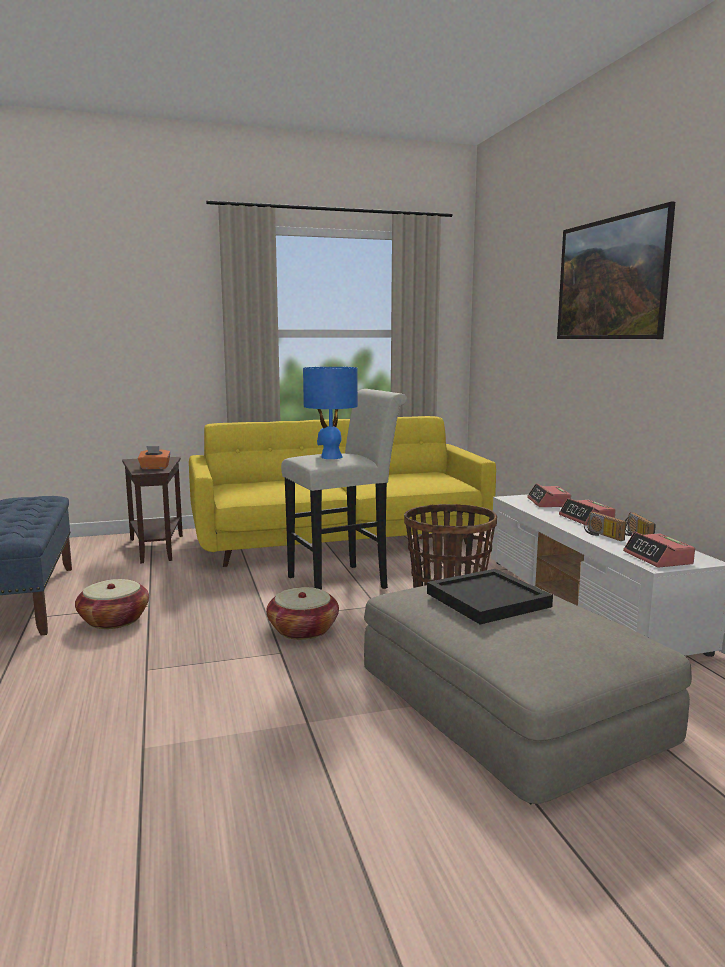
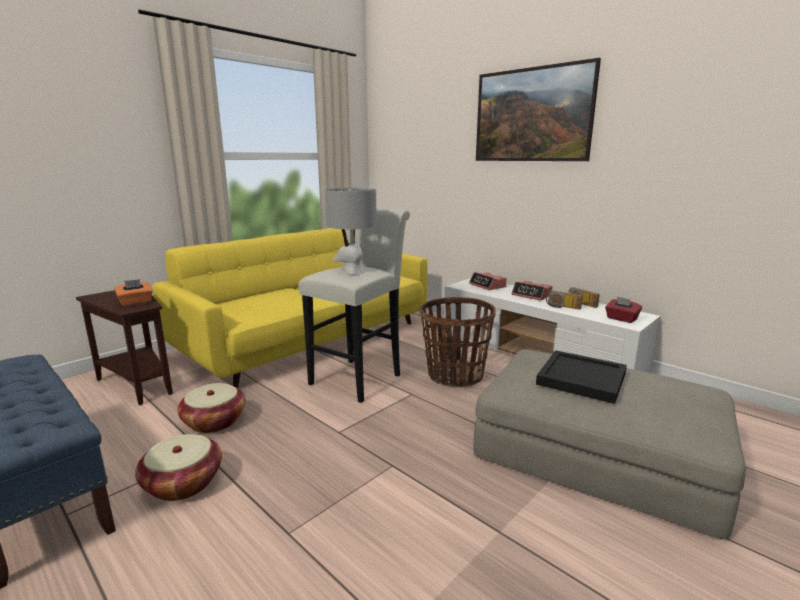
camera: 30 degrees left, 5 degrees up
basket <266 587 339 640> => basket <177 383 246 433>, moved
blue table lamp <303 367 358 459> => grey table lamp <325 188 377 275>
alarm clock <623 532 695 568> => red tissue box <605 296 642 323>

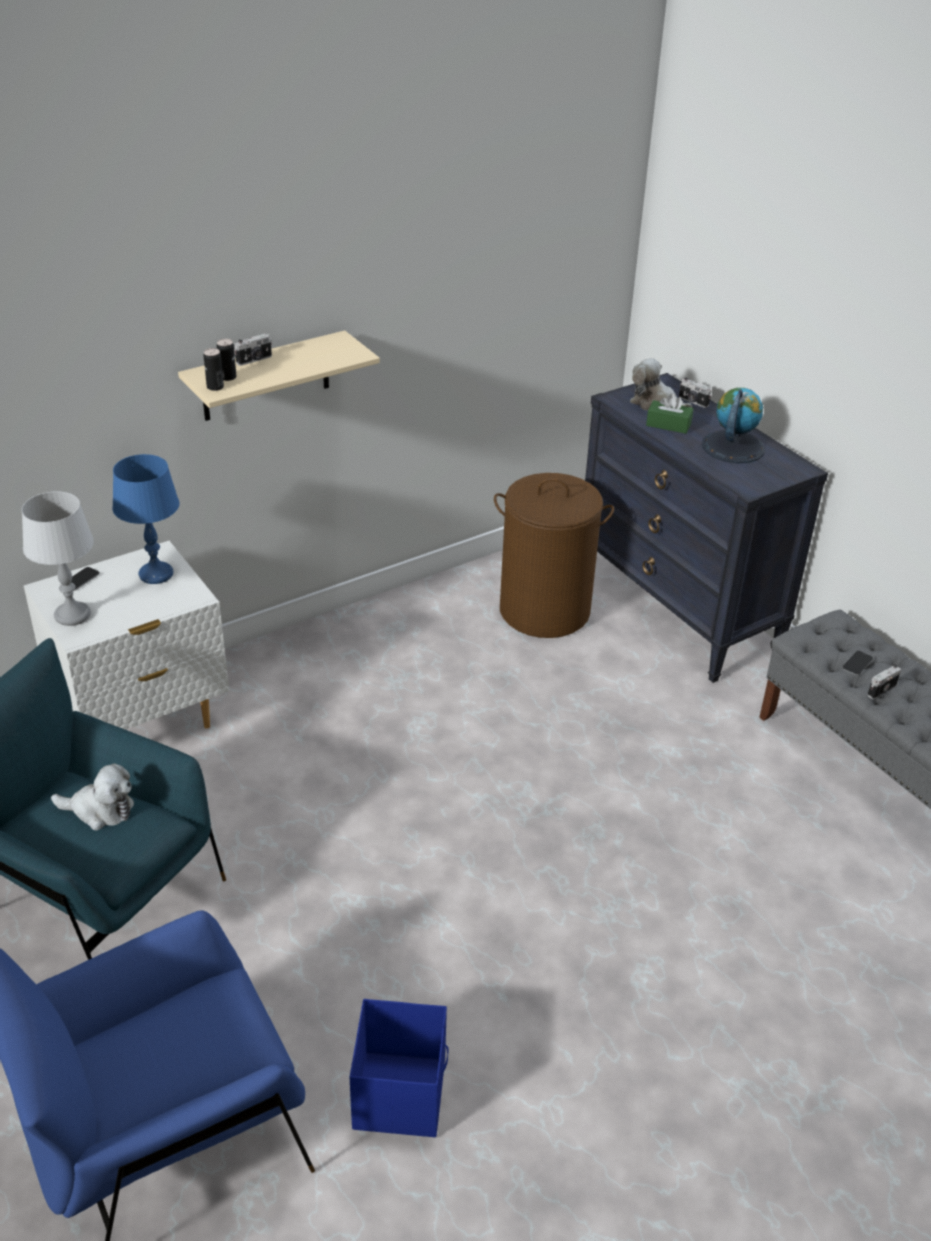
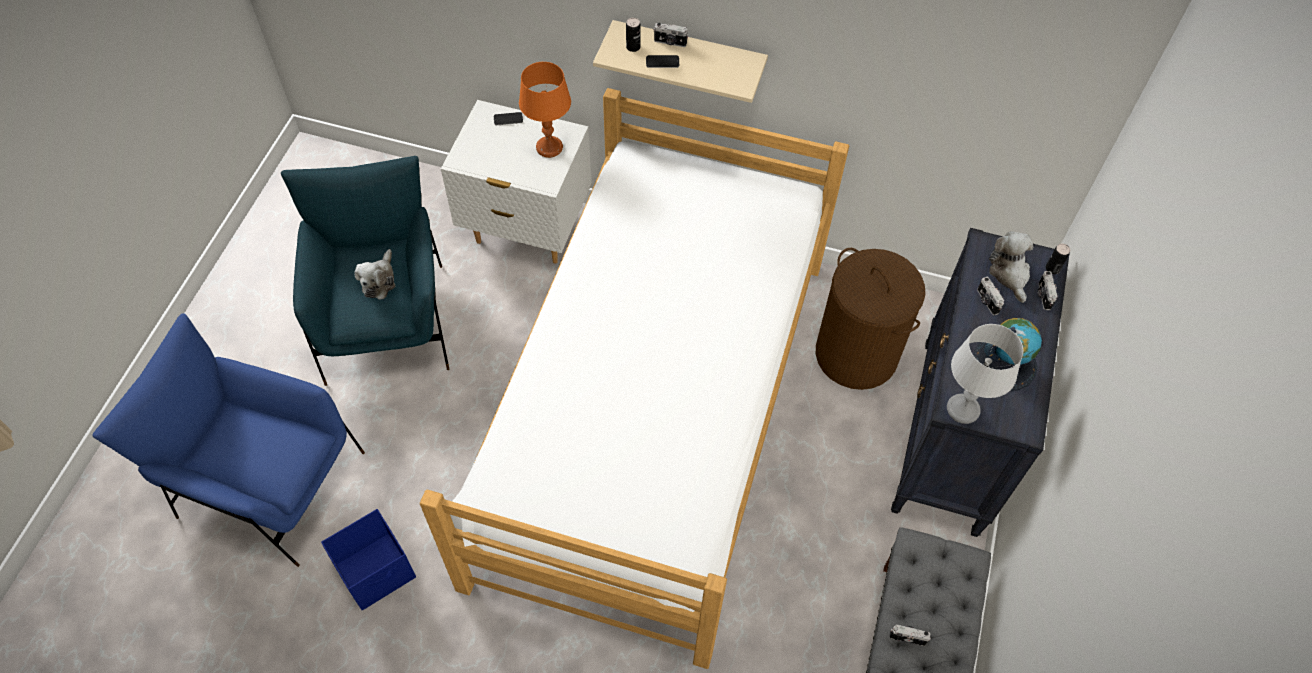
camera: 50 degrees right, 20 degrees up
grey table lamp <22 491 94 626> => grey table lamp <947 324 1023 424>, moved
plush toy <51 763 134 830> => plush toy <354 249 395 300>, 45 degrees clockwise
blue table lamp <112 454 179 584> => orange table lamp <519 62 571 158>
can <203 348 224 391> => can <1046 244 1070 274>, moved
green tissue box <646 394 694 434> => photo camera <977 277 1004 315>
phone <842 651 873 675> => phone <646 55 679 68>, moved
nothing => bed <420 88 850 669>

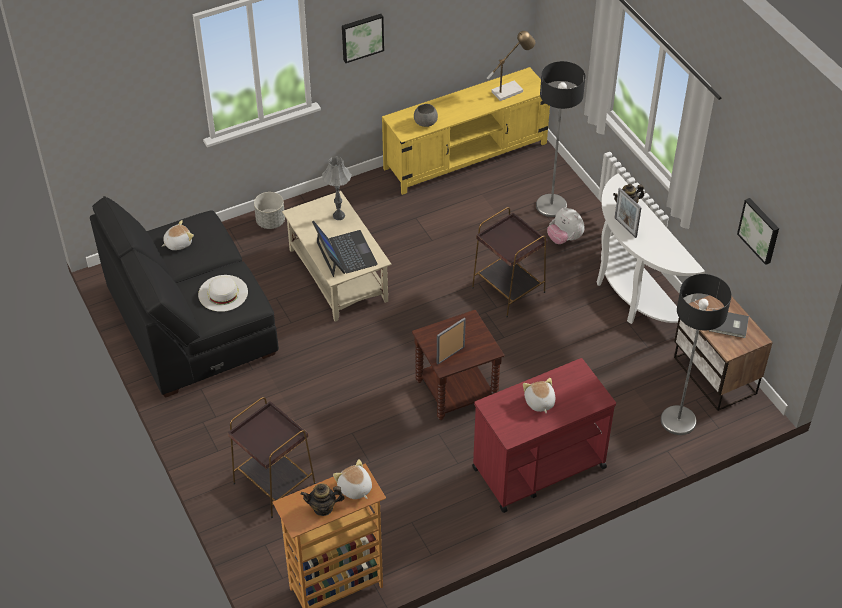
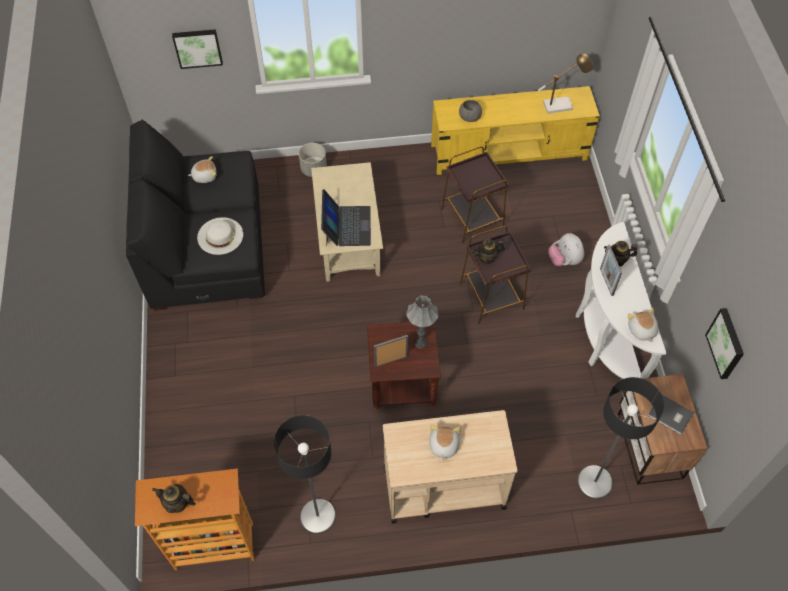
camera: 20 degrees right, 10 degrees up
brown side table <228 397 316 518> => brown side table <441 146 509 244>, moved
grey table lamp <322 156 352 220> => grey table lamp <406 295 438 349>, moved
plush toy <333 459 372 499> => plush toy <628 308 658 343>, moved
picture <342 14 384 63> => picture <172 29 223 69>, moved
red cart <472 358 616 513> => beige cart <383 410 518 524>
floor lamp <536 61 586 217> => floor lamp <274 415 336 534>, moved
nothing => teapot <473 239 505 265>

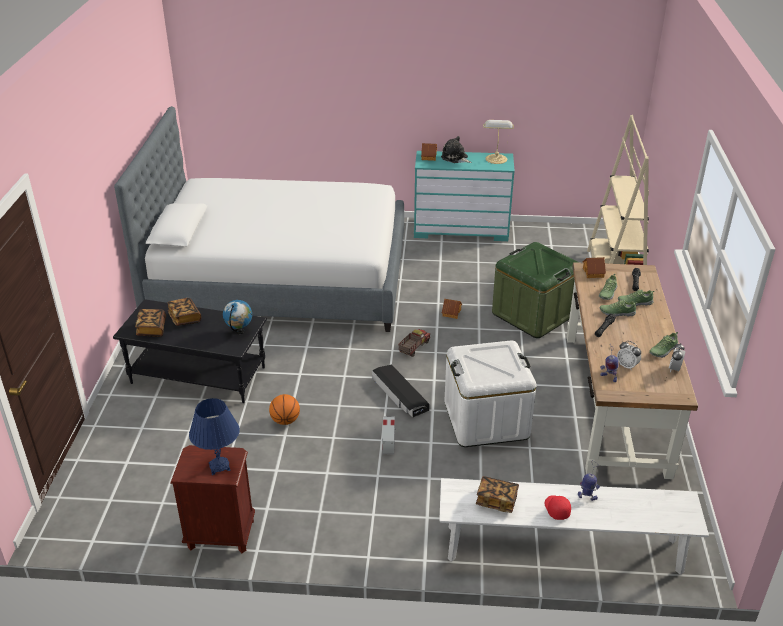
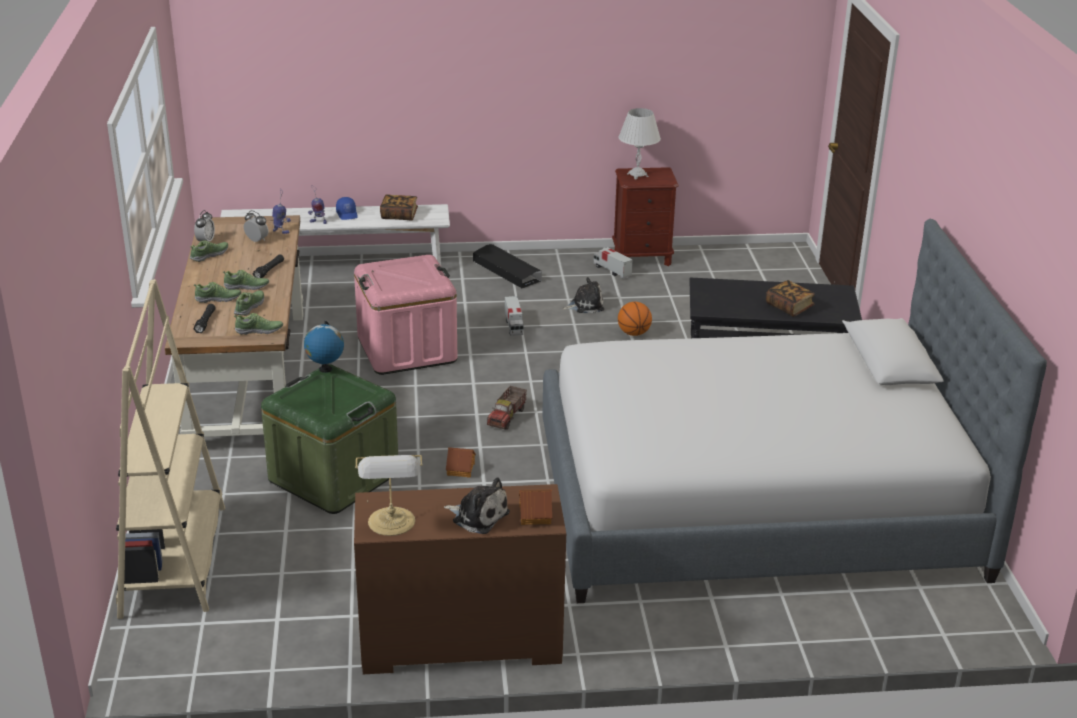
camera: 170 degrees right, 5 degrees down
book <135 309 166 337> => nothing
blue table lamp <189 398 240 475> => white table lamp <618 108 661 180>
globe <223 300 252 334> => globe <304 321 344 373>, moved
black storage box <372 364 429 418> => black storage box <473 244 542 288>, moved
turquoise dresser <414 151 515 241> => brown dresser <354 484 566 674>
white storage box <444 340 536 447> => pink storage box <354 255 458 375>
red cap <545 495 571 520> => blue cap <336 197 358 220>
toy house <582 257 606 278> => shoe <234 313 283 335>
nothing => plush toy <562 277 604 313>
nothing => toy truck <594 247 633 279>

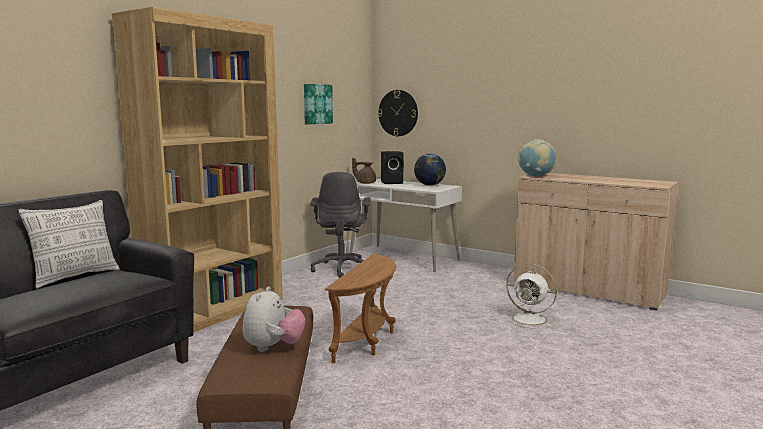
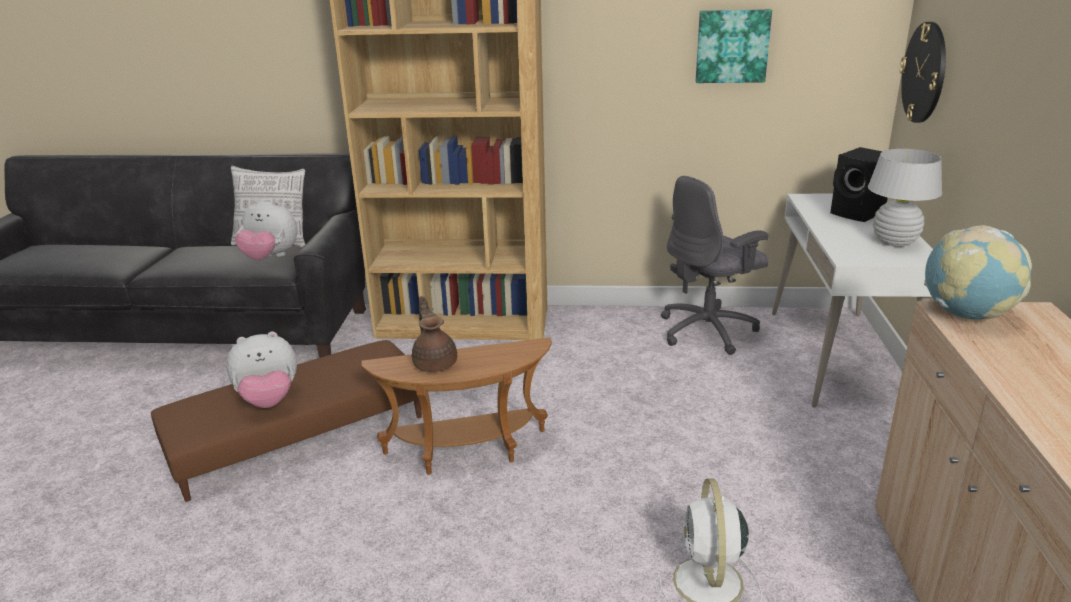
camera: 60 degrees right, 15 degrees up
brown teapot <352 157 376 184> => brown teapot <412 296 457 372>, moved
globe <414 154 446 186> => white table lamp <868 149 942 247>
nothing => plush toy <235 199 297 260>

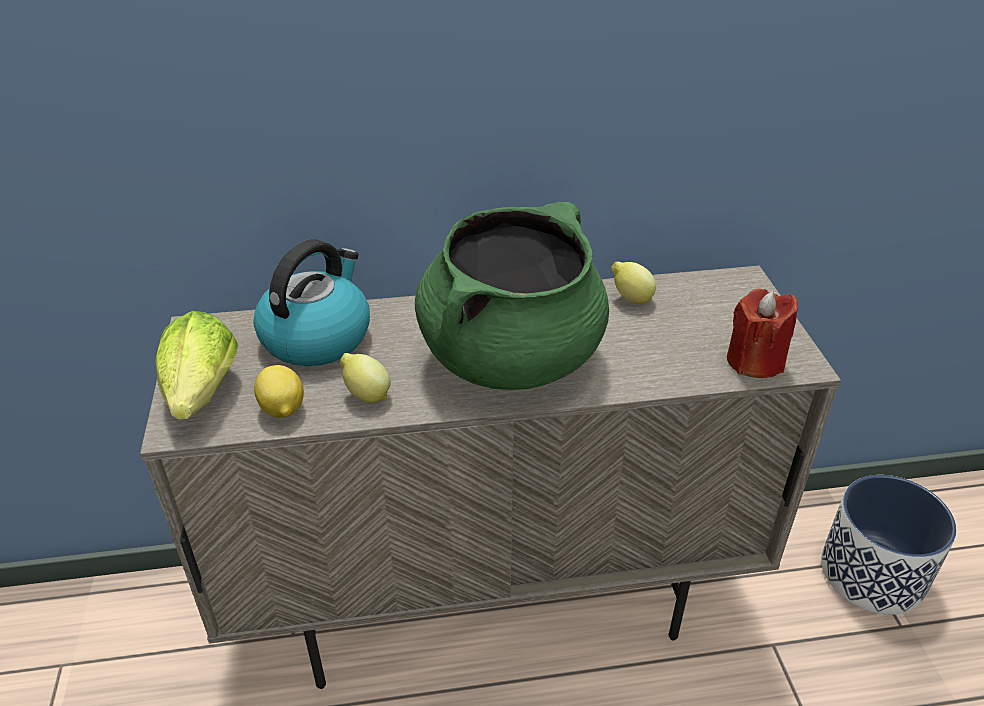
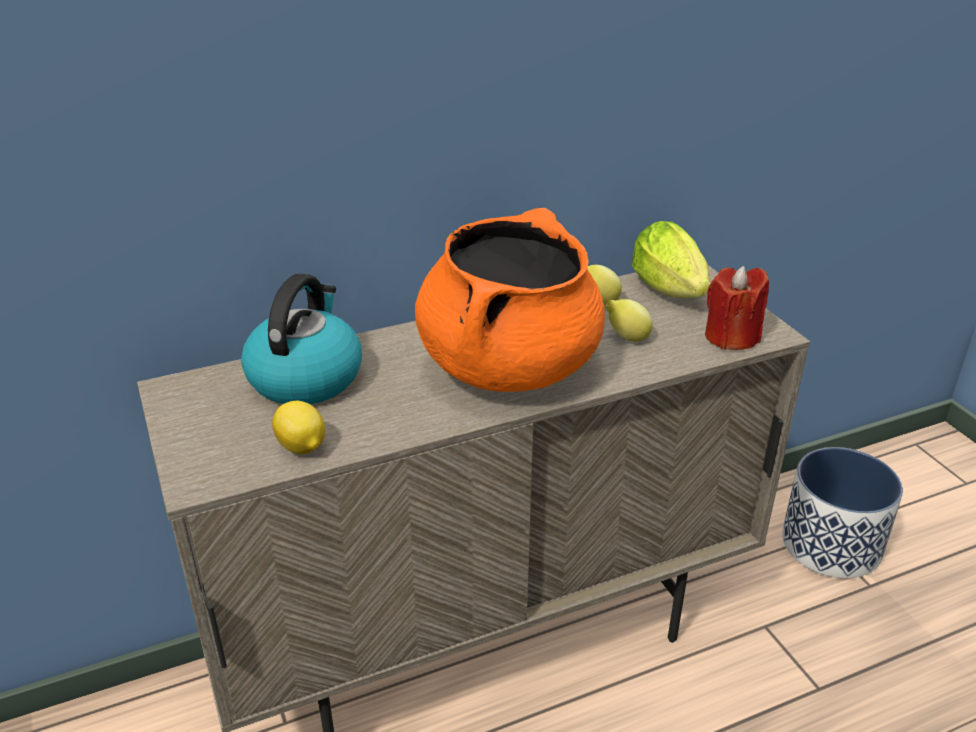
camera: 15 degrees left, 5 degrees down
lettuce <155 311 238 419> => lettuce <632 221 710 298>, moved
lemon <340 353 391 403> => lemon <605 299 653 342>, moved
green cooking pot <415 202 609 390> => orange cooking pot <415 208 605 392>

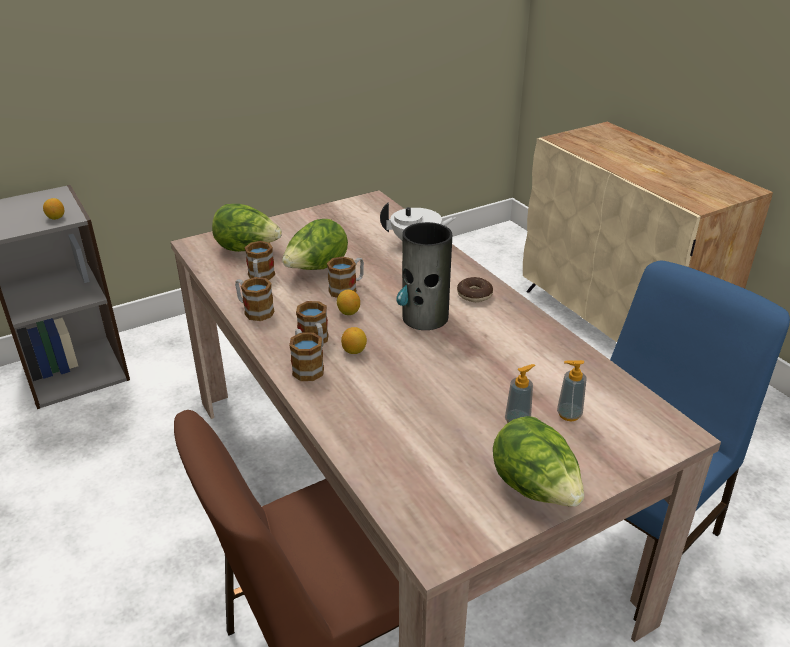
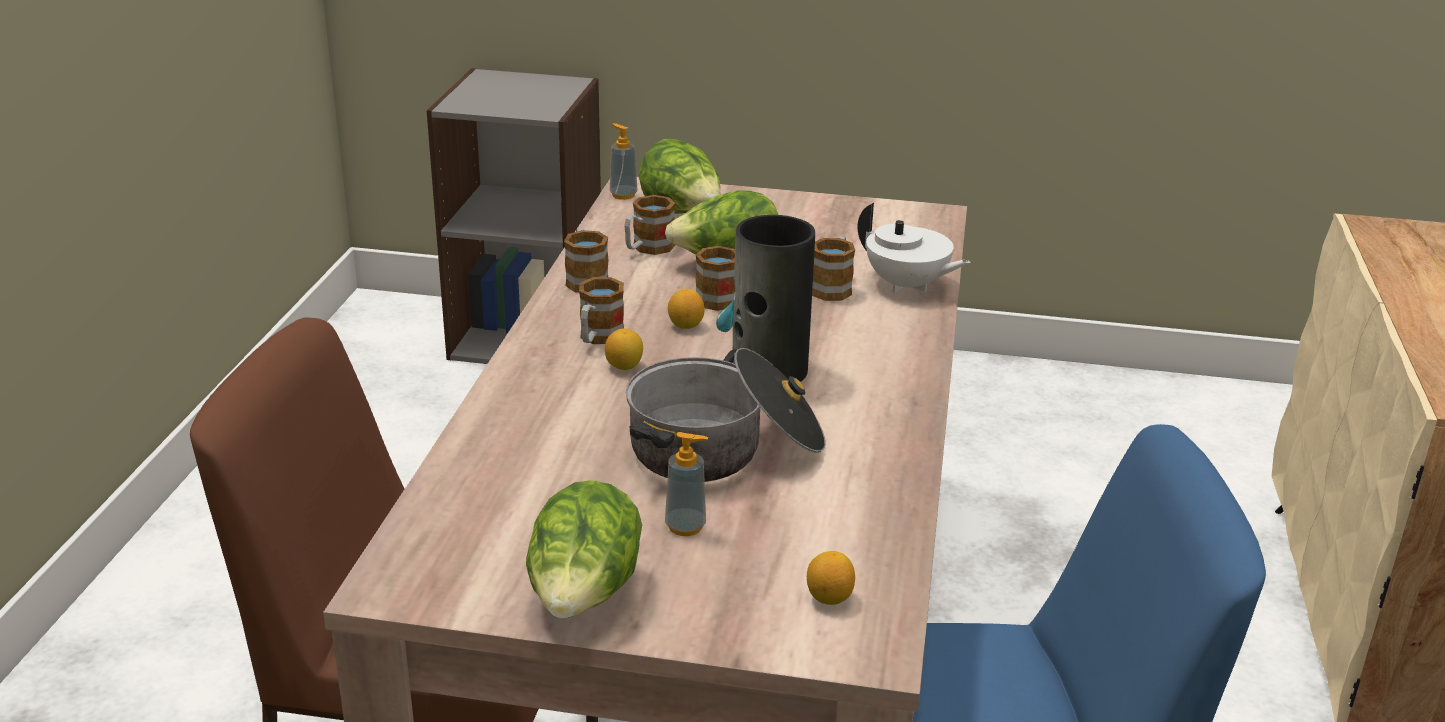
camera: 40 degrees right, 5 degrees down
lemon <43 198 64 220> => lemon <807 551 855 605>, moved
mug <289 329 324 381> => mug <812 236 855 301>, moved
donut <457 277 493 302> => nothing
soap dispenser <557 360 587 421> => soap dispenser <610 123 638 200>, moved
nothing => cooking pot <626 348 826 482>

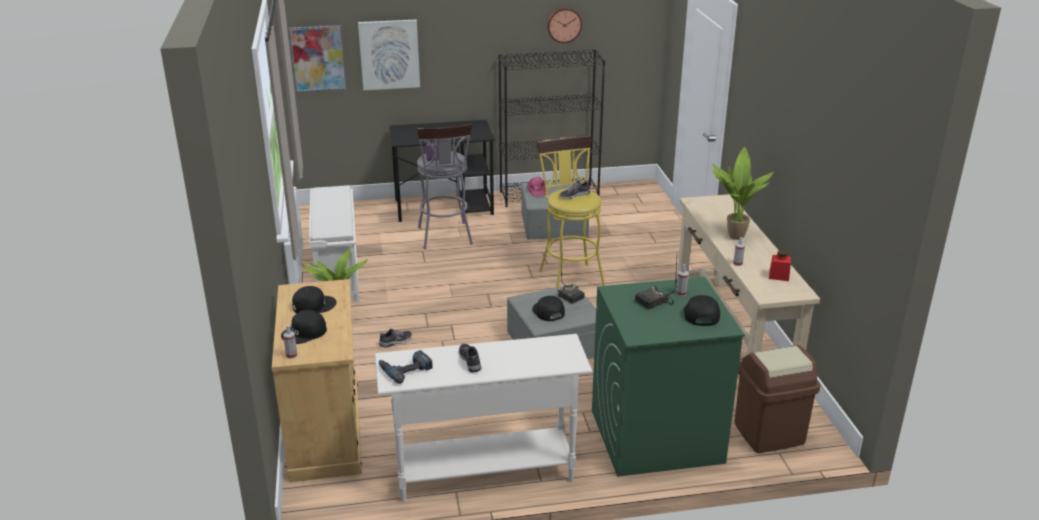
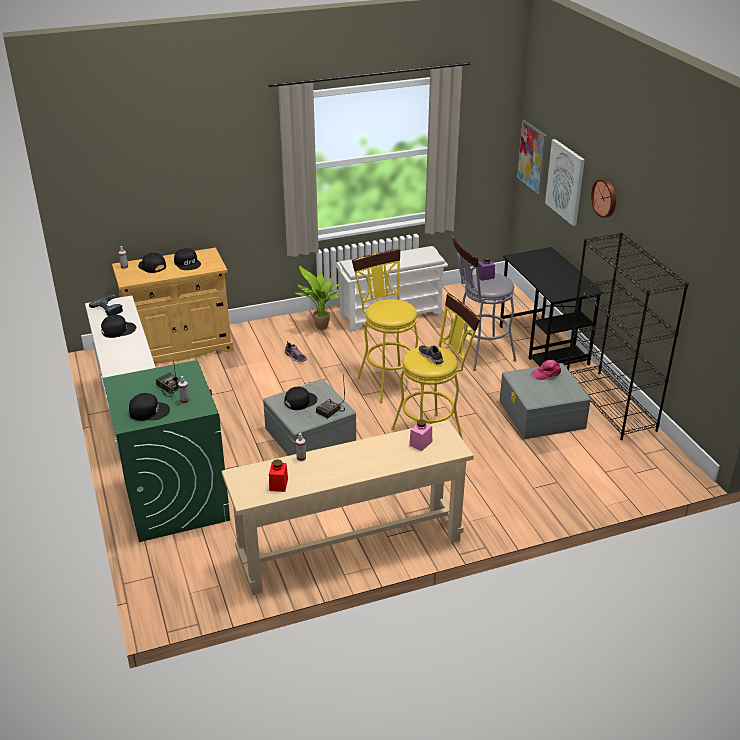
camera: 80 degrees right, 5 degrees up
shoe <459 344 481 373> => black cap <101 315 136 338>
wall clock <547 8 582 43> => wall clock <591 179 616 218>, moved
potted plant <712 147 773 240> => nothing
brown trash can <734 345 820 453> => nothing
nothing => yellow stool <352 248 422 403>
nothing => pink jar <409 419 432 451>

